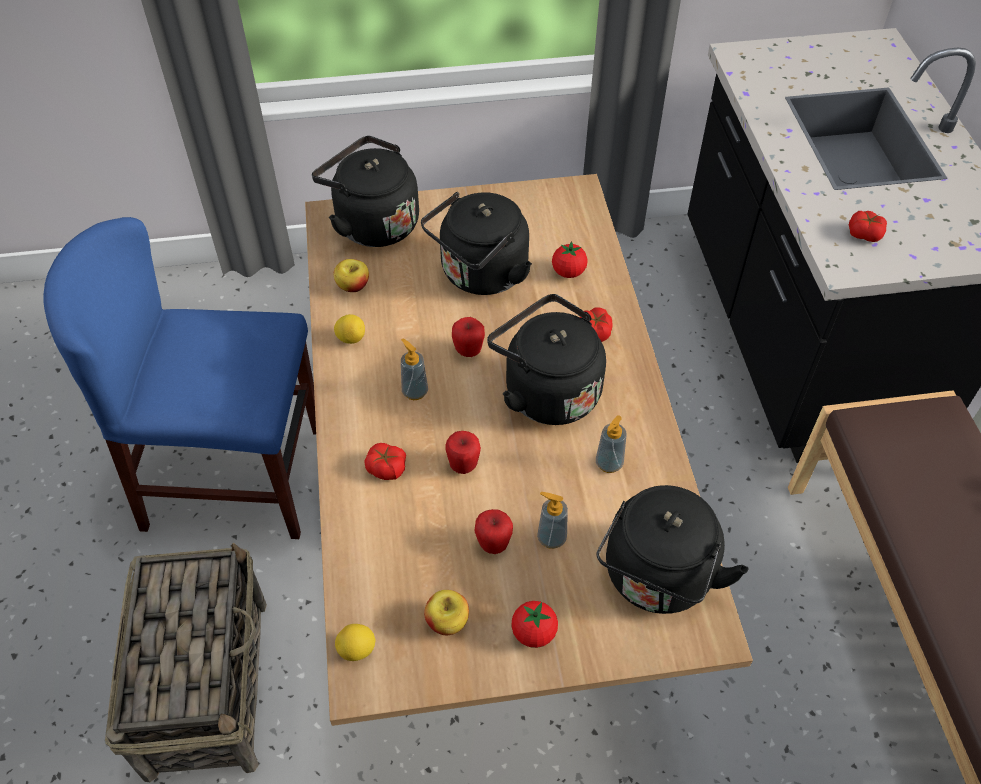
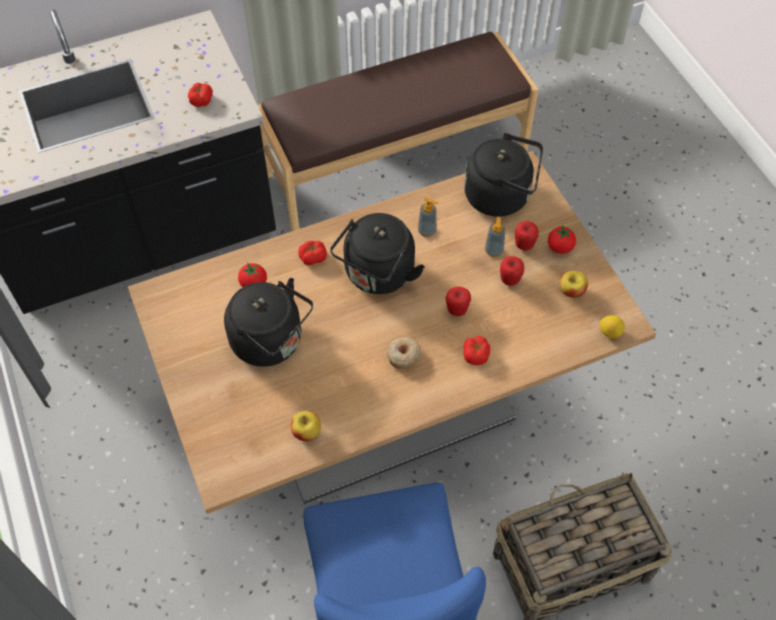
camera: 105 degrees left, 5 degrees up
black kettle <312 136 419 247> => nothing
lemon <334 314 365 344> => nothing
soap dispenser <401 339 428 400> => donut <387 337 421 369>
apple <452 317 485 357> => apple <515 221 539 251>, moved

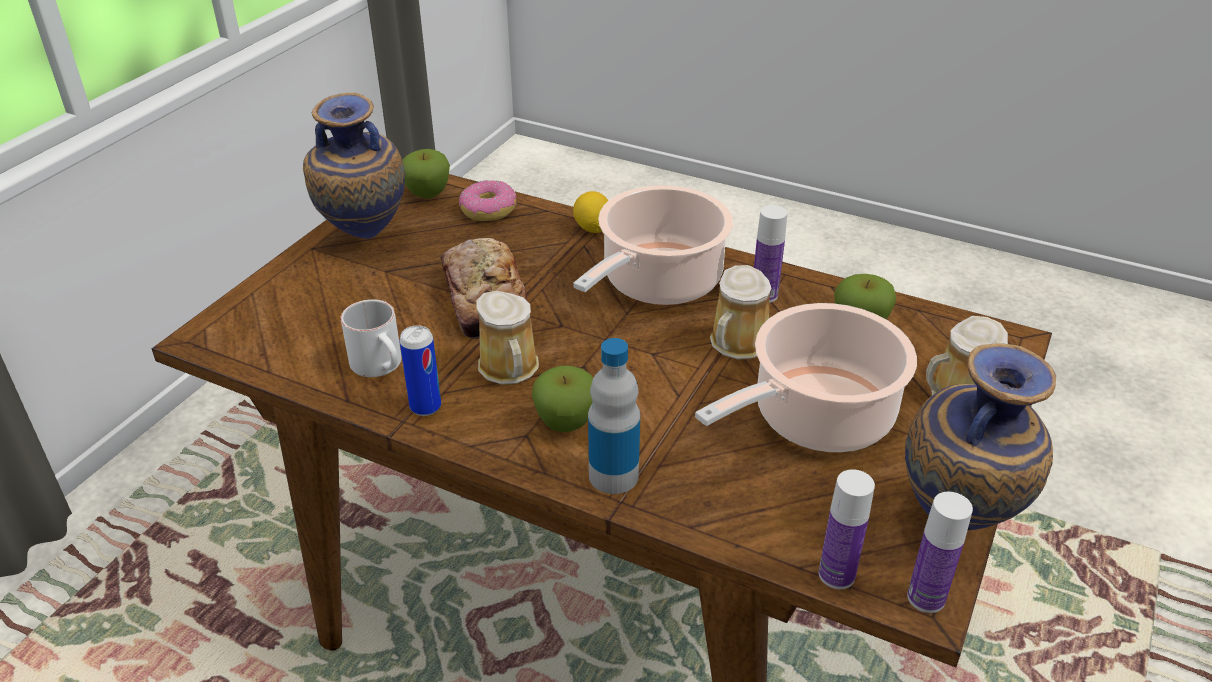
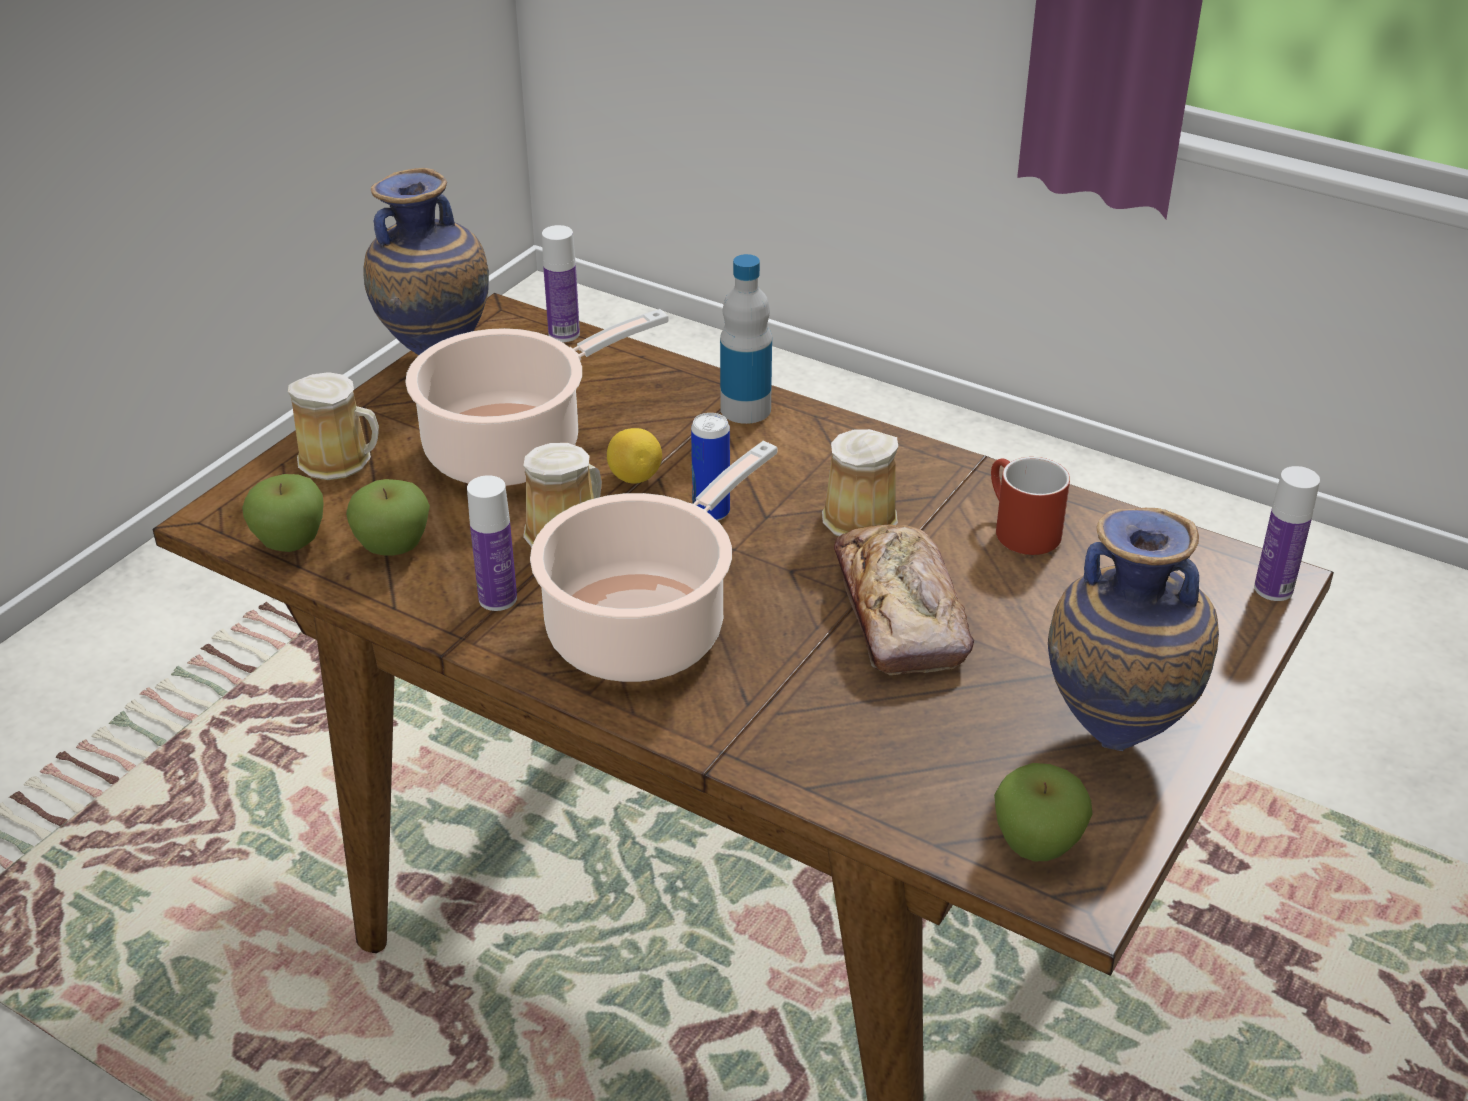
camera: 175 degrees left, 0 degrees up
white mug <341 299 402 377> => red mug <991 457 1070 555>
can <400 325 441 416> => can <691 413 730 521>, moved
donut <459 180 516 221> => nothing
apple <532 366 593 432> => apple <242 474 324 552>, moved
lemon <573 191 608 233> => lemon <607 428 662 484>, moved
bottle <907 492 973 613> => bottle <1254 466 1320 601>, moved

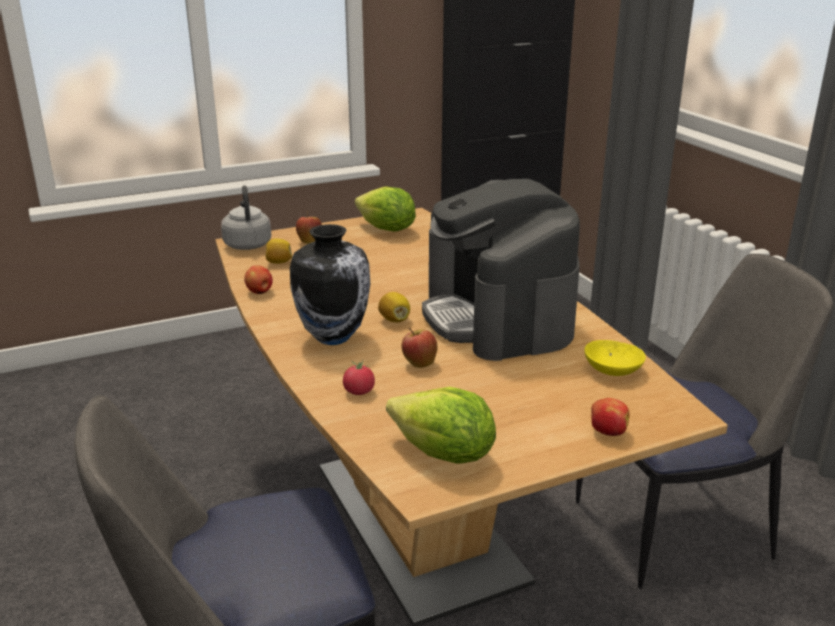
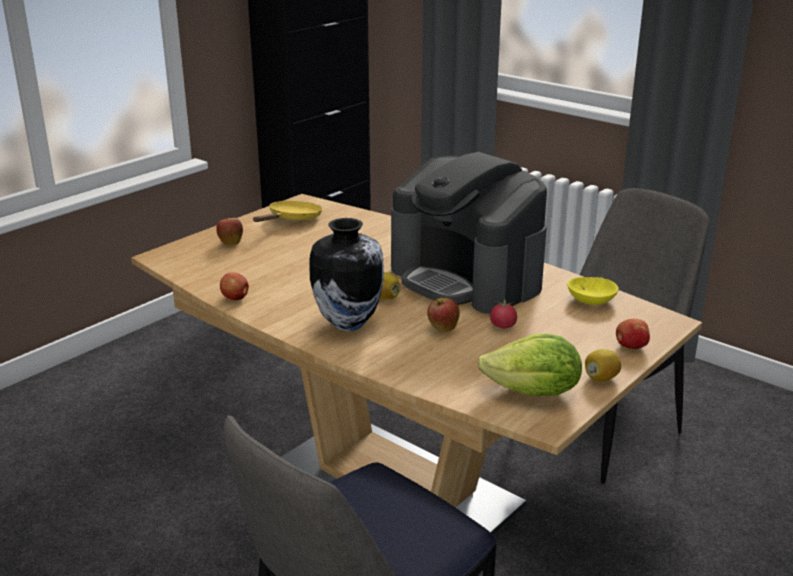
camera: 25 degrees left, 0 degrees up
grey kettle <221 185 271 250> => nothing
lemon <266 238 292 264> => lemon <585 349 621 382>, moved
tomato <343 359 375 395> => tomato <490 298 517 328>, moved
lettuce <355 186 416 232> => yellow frying pan <253 201 323 222>

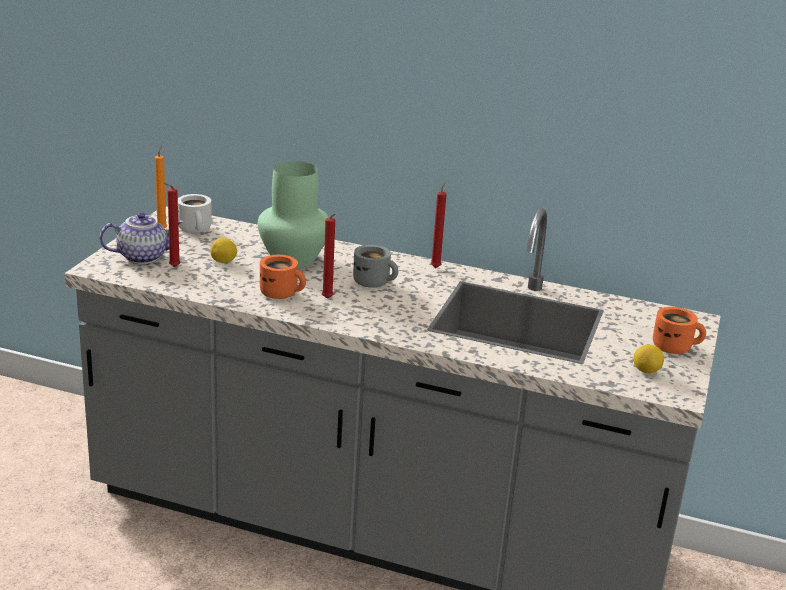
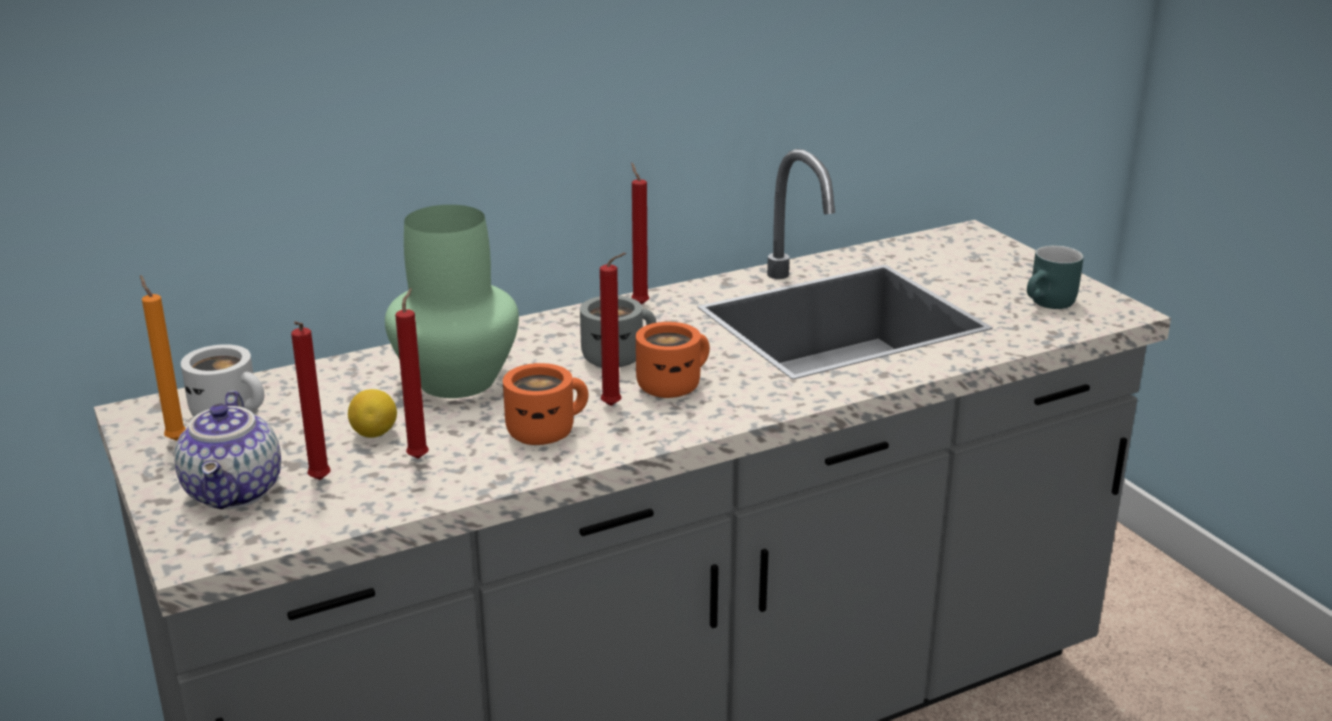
camera: 45 degrees left, 0 degrees up
teapot <99 212 183 264> => teapot <174 391 281 509>, 150 degrees clockwise
lemon <633 345 664 374> => turquoise mug <1027 245 1084 309>
orange mug <653 307 706 354> => orange mug <636 322 710 398>, moved
nothing => red candle <395 288 429 459>

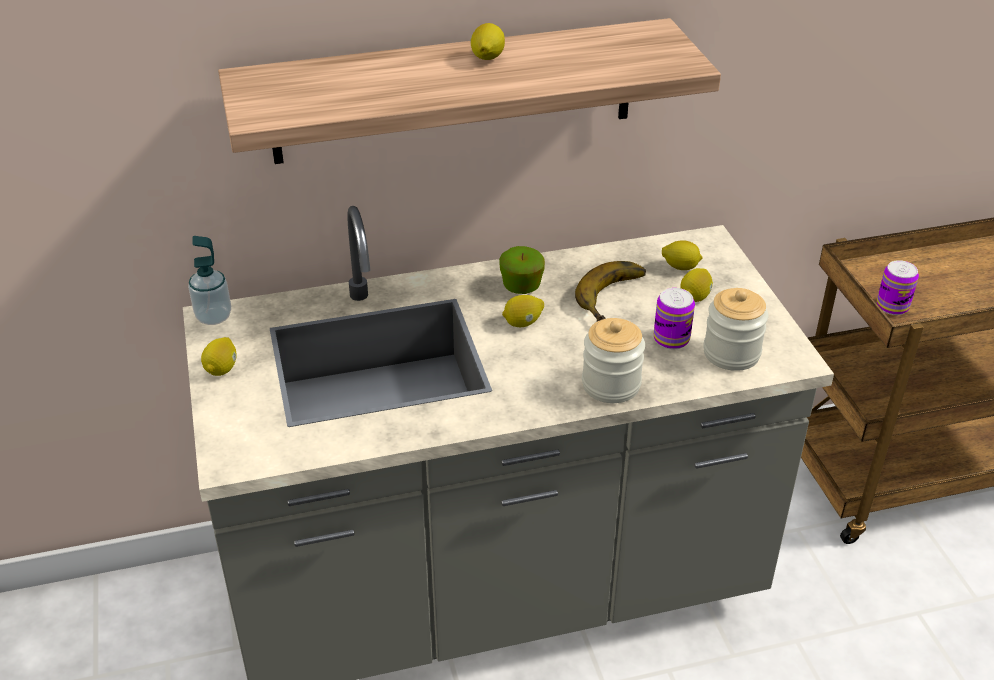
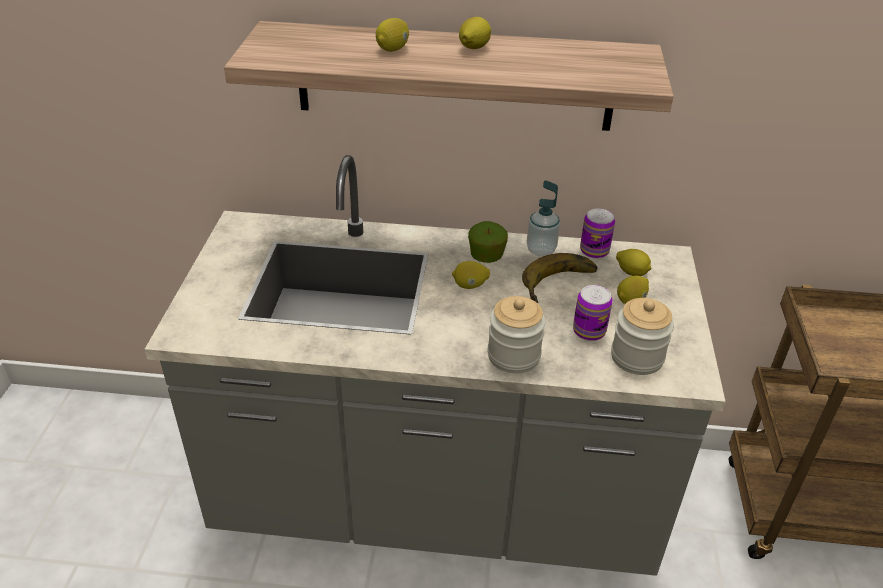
camera: 20 degrees right, 0 degrees up
soap dispenser <188 236 231 325> => soap dispenser <527 180 560 257>, moved
lemon <201 337 236 376> => lemon <376 18 409 52>, moved
can <877 260 919 315> => can <580 209 615 259>, moved

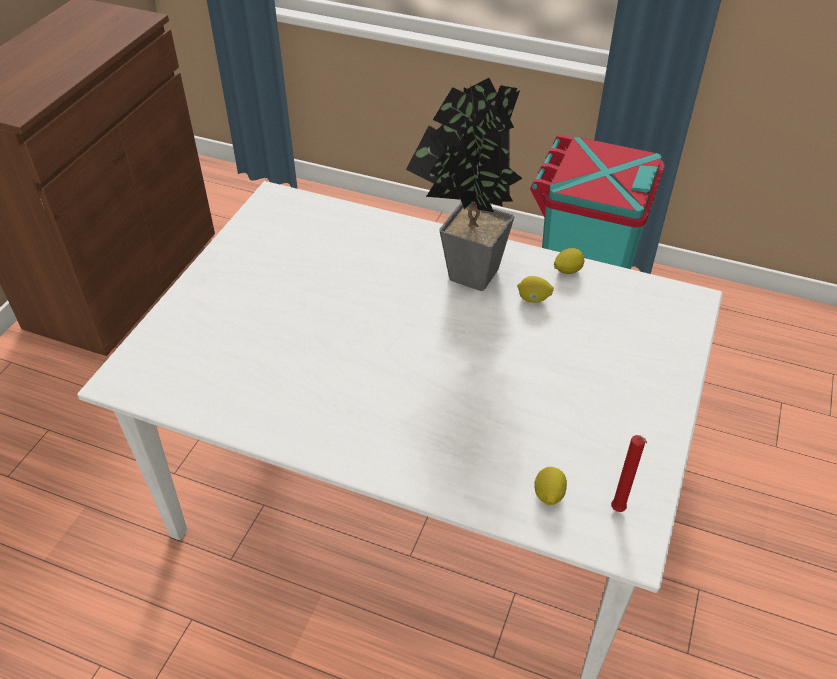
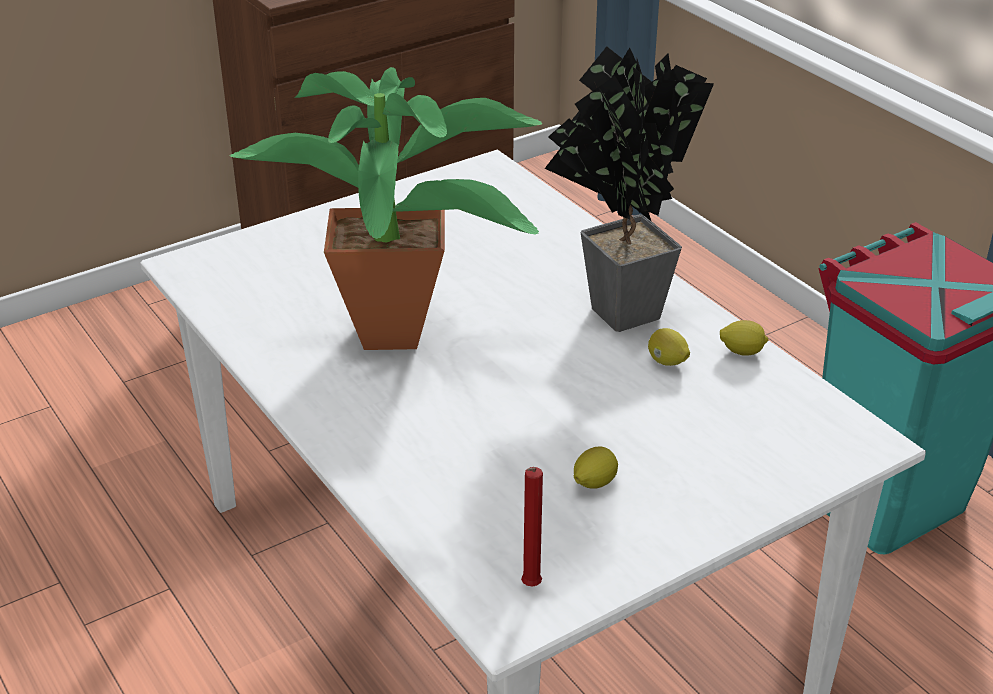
camera: 35 degrees right, 10 degrees down
lemon <534 467 567 506> => lemon <574 446 618 489>, moved
nothing => potted plant <230 67 542 350>

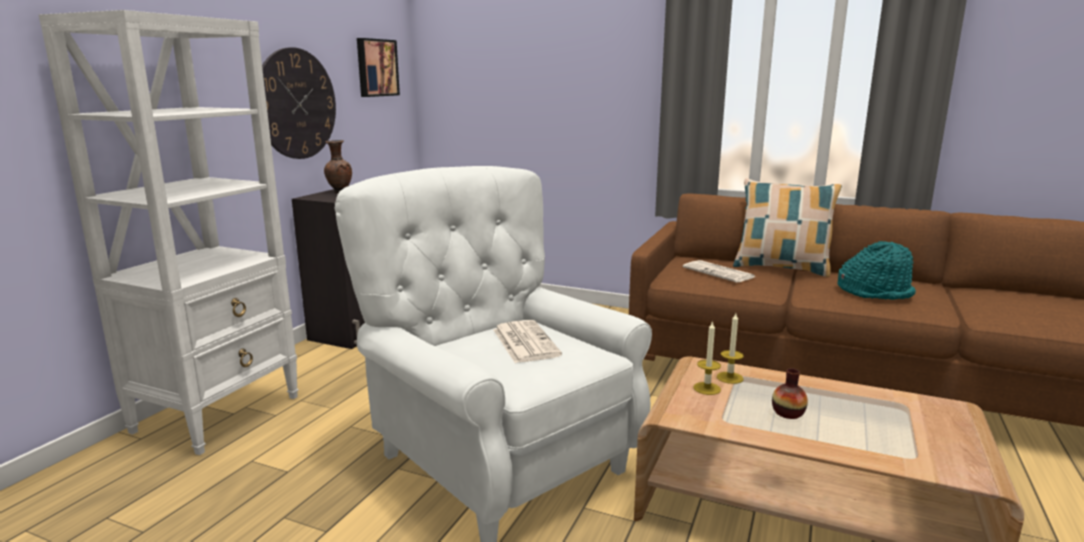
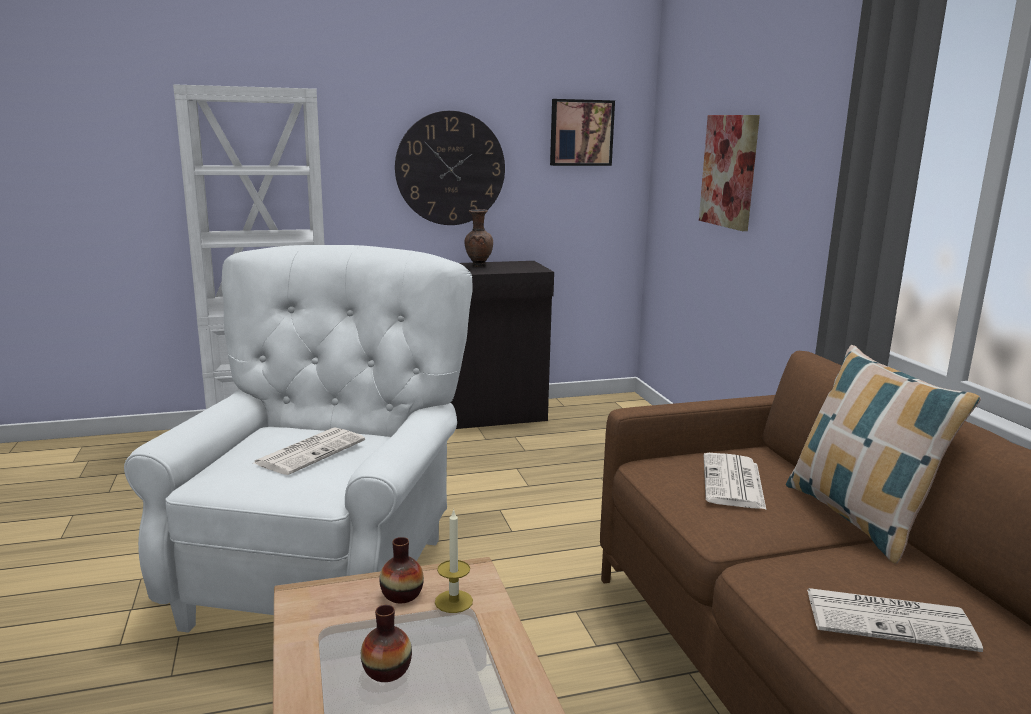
camera: 50 degrees right, 0 degrees up
candle <693 321 721 395> => vase <380 537 424 603>
turquoise hat <838 241 916 300> => newspaper <807 588 983 652>
nothing => picture <699 115 760 231>

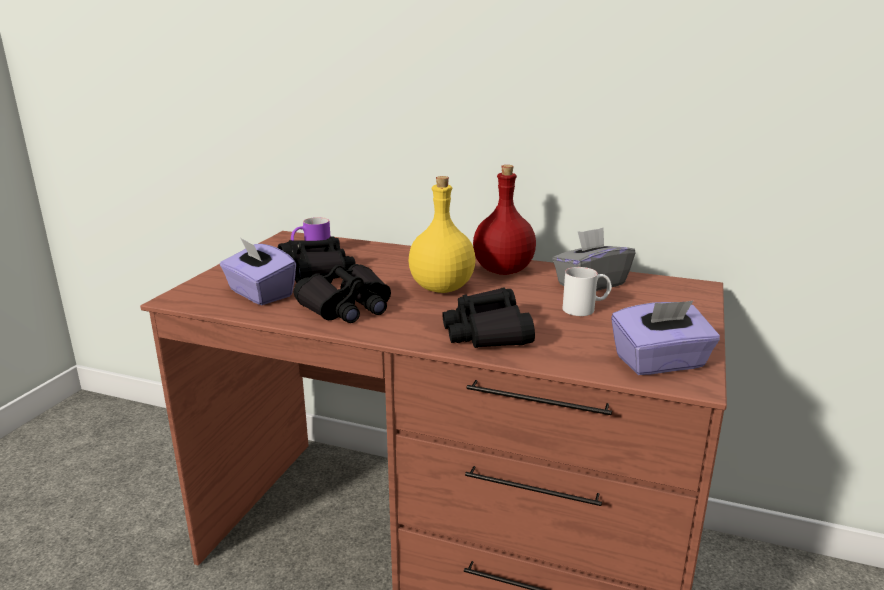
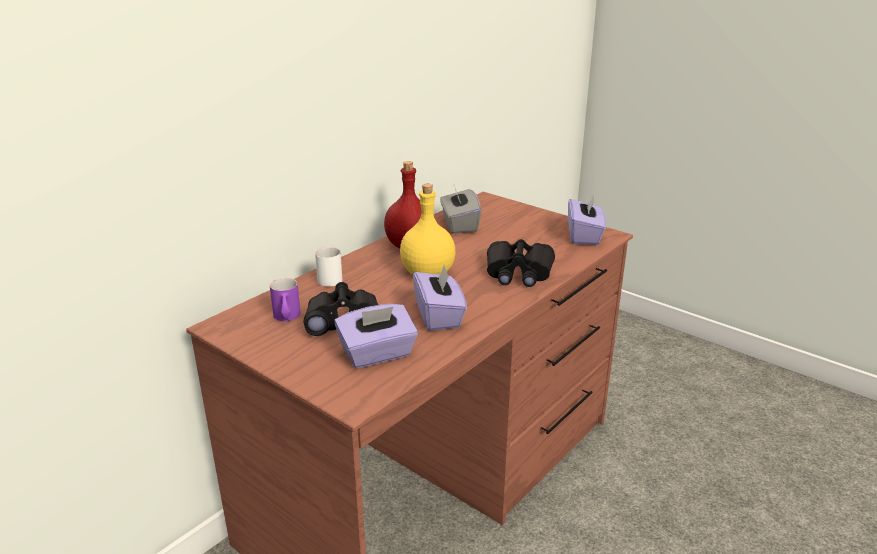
camera: 70 degrees left, 5 degrees up
black binoculars <294 264 391 323> => purple tissue box <413 263 467 331>
white mug <563 267 612 316> => white mug <315 247 343 287>, moved

